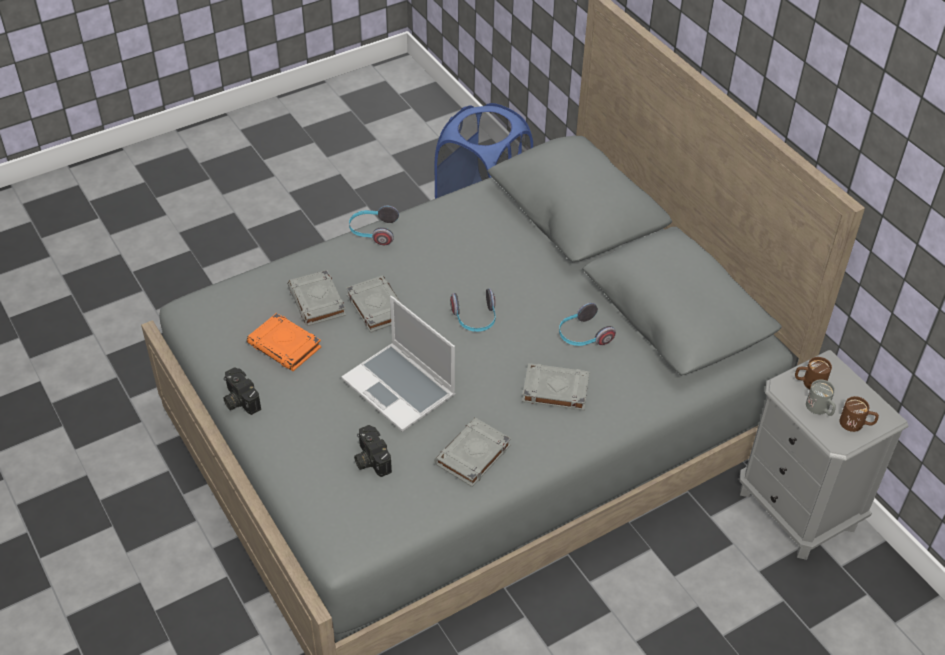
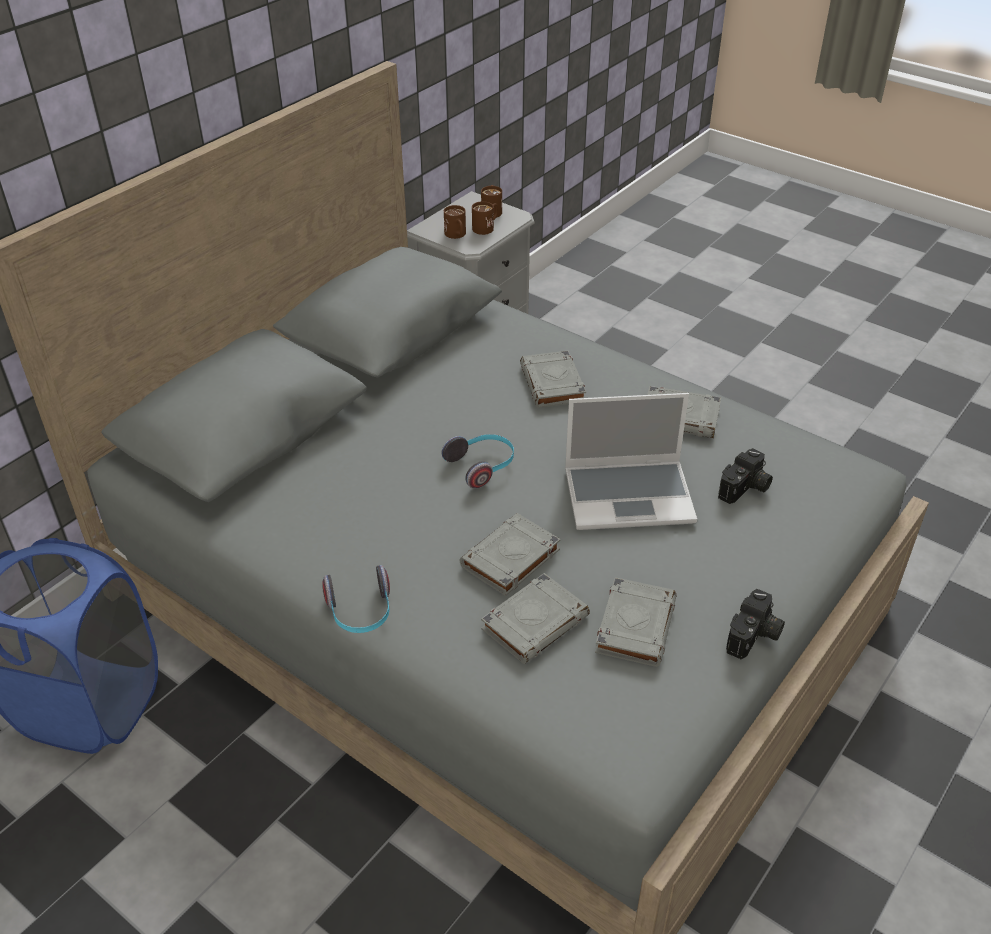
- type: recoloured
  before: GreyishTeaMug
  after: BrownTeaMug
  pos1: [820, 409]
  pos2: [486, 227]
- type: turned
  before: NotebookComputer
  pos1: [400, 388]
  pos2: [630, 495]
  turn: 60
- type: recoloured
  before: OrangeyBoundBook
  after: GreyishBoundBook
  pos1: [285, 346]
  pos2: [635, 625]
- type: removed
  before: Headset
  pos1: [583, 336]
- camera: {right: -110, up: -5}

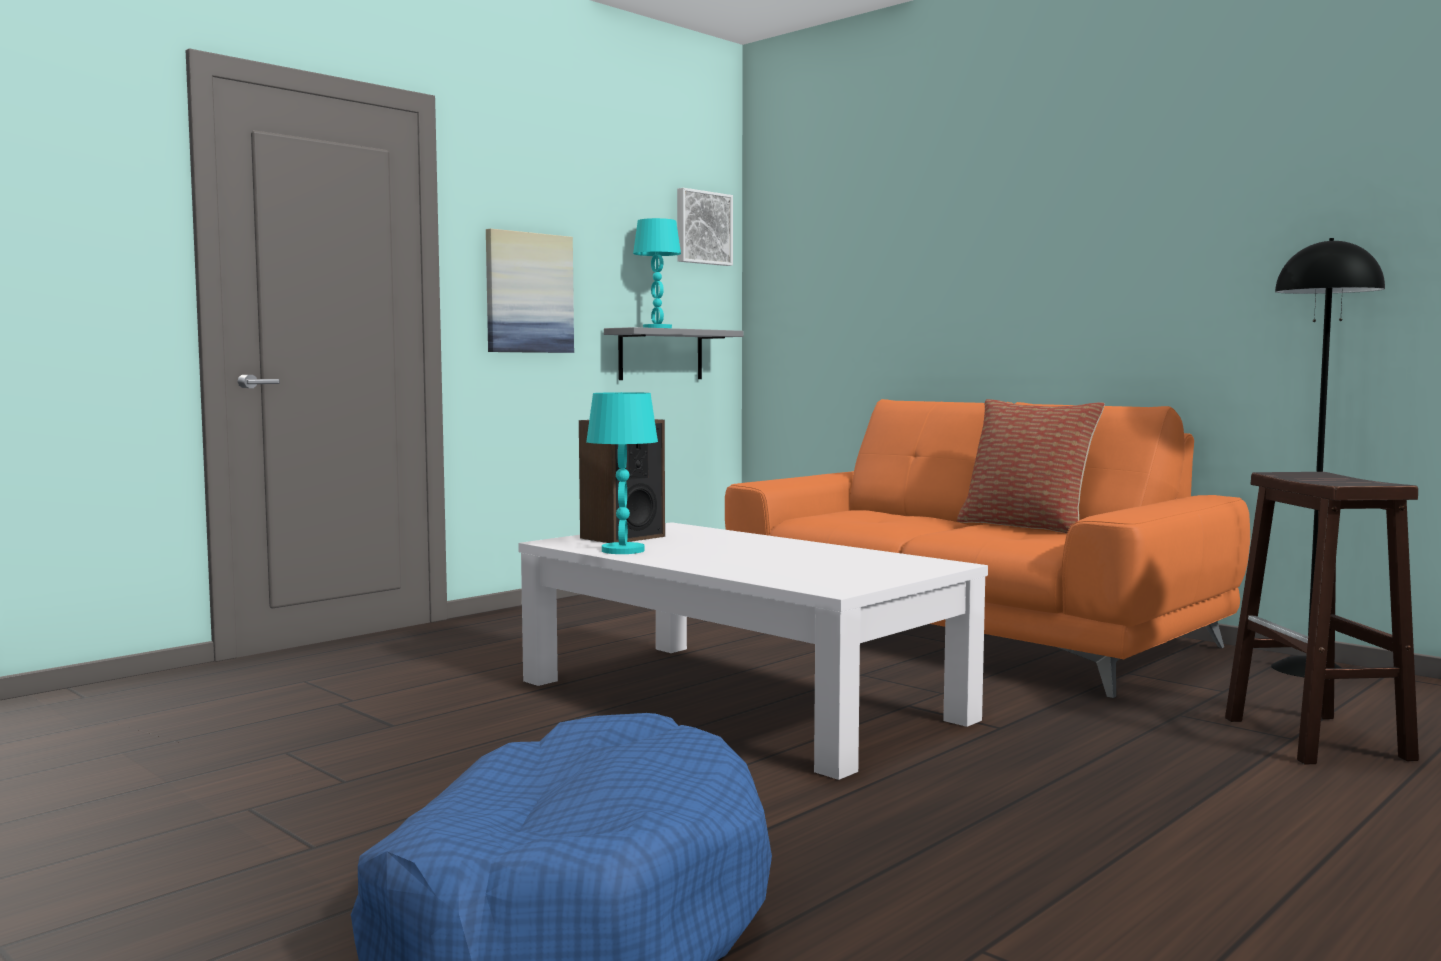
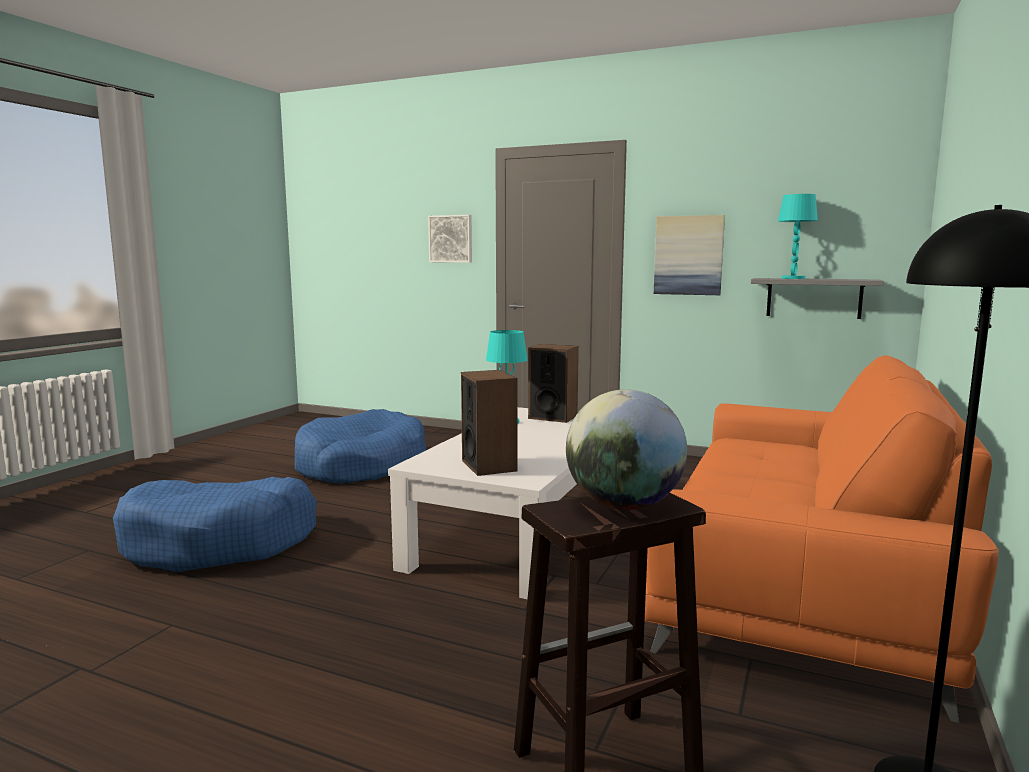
- type: added
  after: BluishDogCushion
  pos2: [361, 465]
- type: moved
  before: Picture
  pos1: [702, 228]
  pos2: [451, 239]
- type: added
  after: Speaker
  pos2: [489, 465]
- type: added
  after: WorldGlobe
  pos2: [623, 506]
- type: removed
  before: Cushion
  pos1: [1027, 526]
- camera: {right: 70, up: 5}

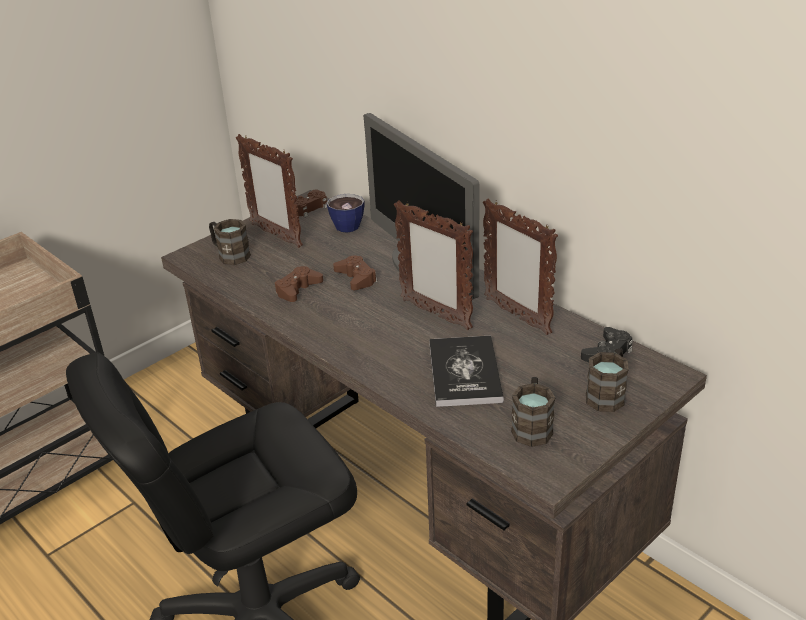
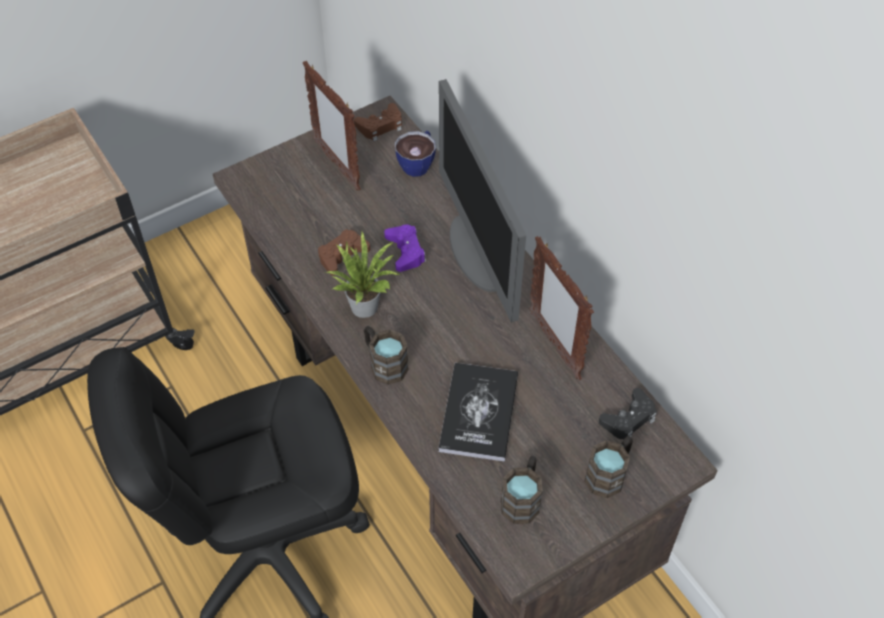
- type: added
  after: PlantInAPot
  pos2: [365, 304]
- type: moved
  before: BrownTeaMug
  pos1: [230, 255]
  pos2: [384, 363]
- type: recoloured
  before: BrownJoypad
  after: PurplishJoypad
  pos1: [356, 278]
  pos2: [405, 251]
- type: removed
  before: PictureFrame
  pos1: [435, 314]
- camera: {right: 10, up: 20}

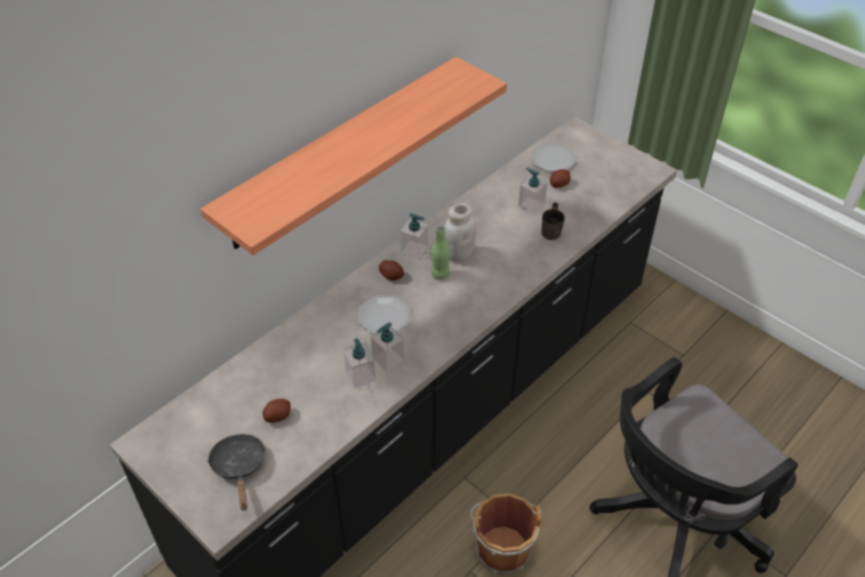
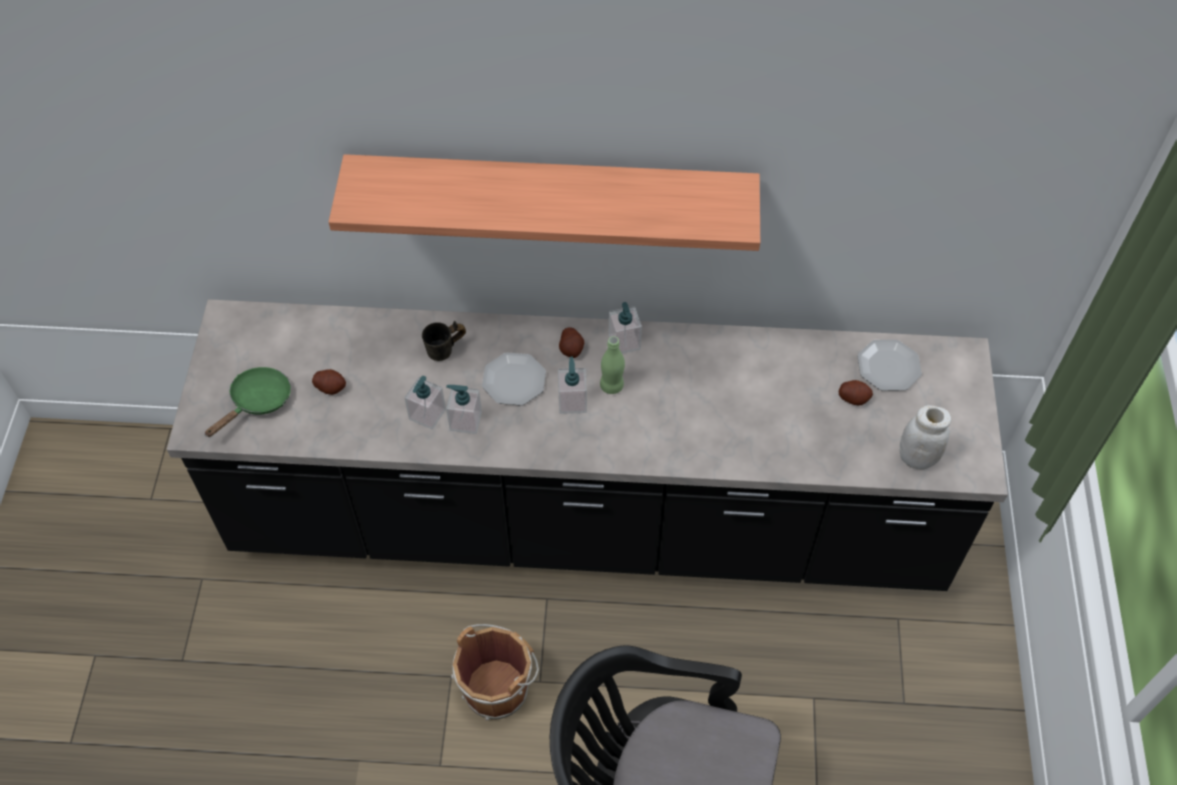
- type: recoloured
  before: BlackSkillet
  after: GreenishSkillet
  pos1: [239, 467]
  pos2: [257, 402]
- type: moved
  before: GreyishTeaMug
  pos1: [553, 232]
  pos2: [446, 352]
- type: moved
  before: LiquidSoapBottle
  pos1: [531, 206]
  pos2: [572, 402]
- type: moved
  before: WhiteColouredPreserveJar
  pos1: [458, 254]
  pos2: [917, 458]
- camera: {right: 50, up: 10}

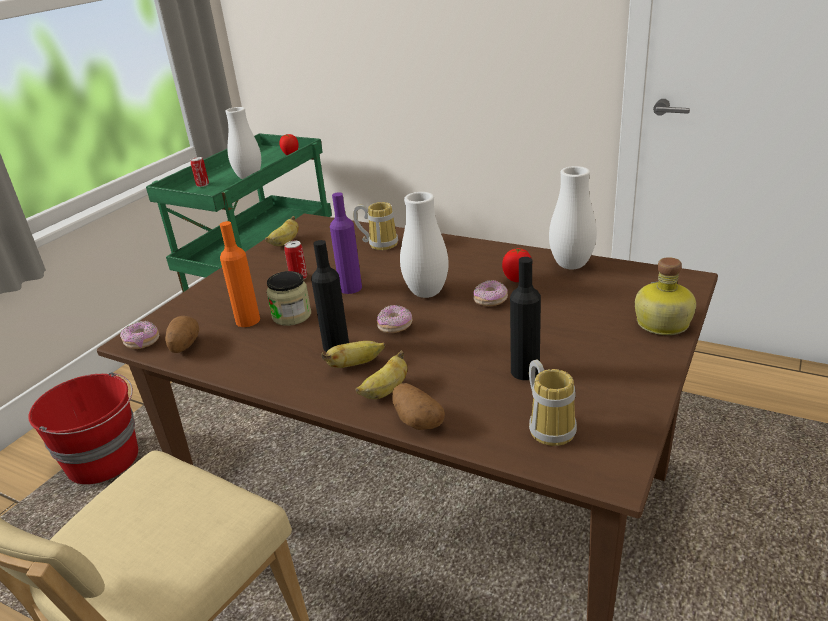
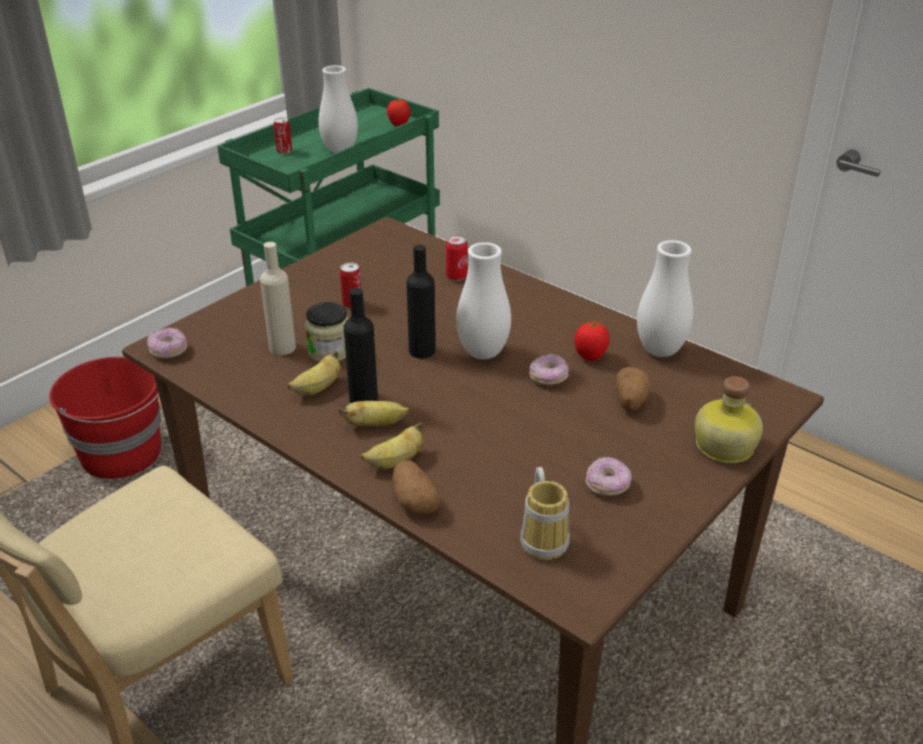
- type: recoloured
  before: OrangeyBottle
  after: BeigeBottle
  pos1: [248, 320]
  pos2: [282, 347]
- type: moved
  before: Banana
  pos1: [285, 242]
  pos2: [317, 388]
- type: moved
  before: BlackBottle
  pos1: [525, 371]
  pos2: [422, 350]
- type: replaced
  before: TeaMug
  after: MetalCan
  pos1: [380, 243]
  pos2: [456, 276]
- type: moved
  before: RingDoughnut
  pos1: [395, 327]
  pos2: [607, 485]
- type: moved
  before: Spud
  pos1: [184, 346]
  pos2: [630, 402]
- type: removed
  before: PurplishBottle
  pos1: [350, 288]
- camera: {right: 10, up: 5}

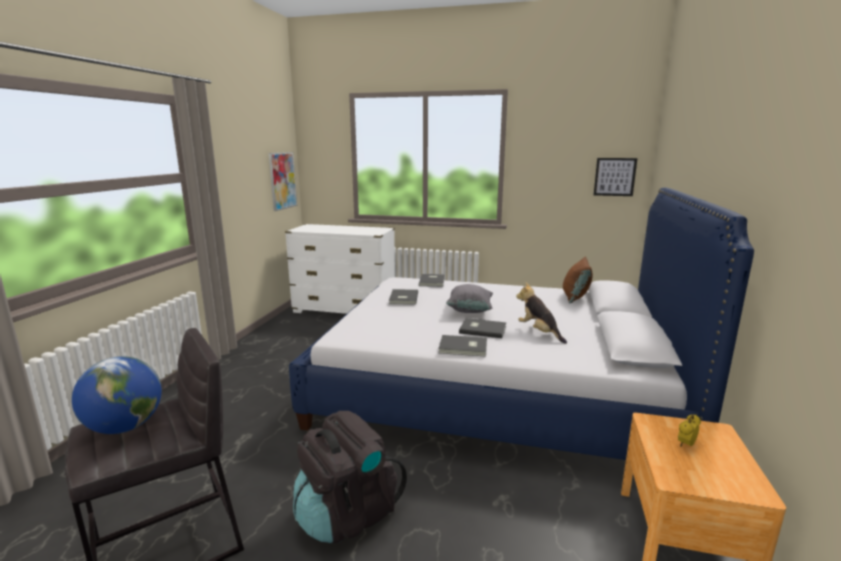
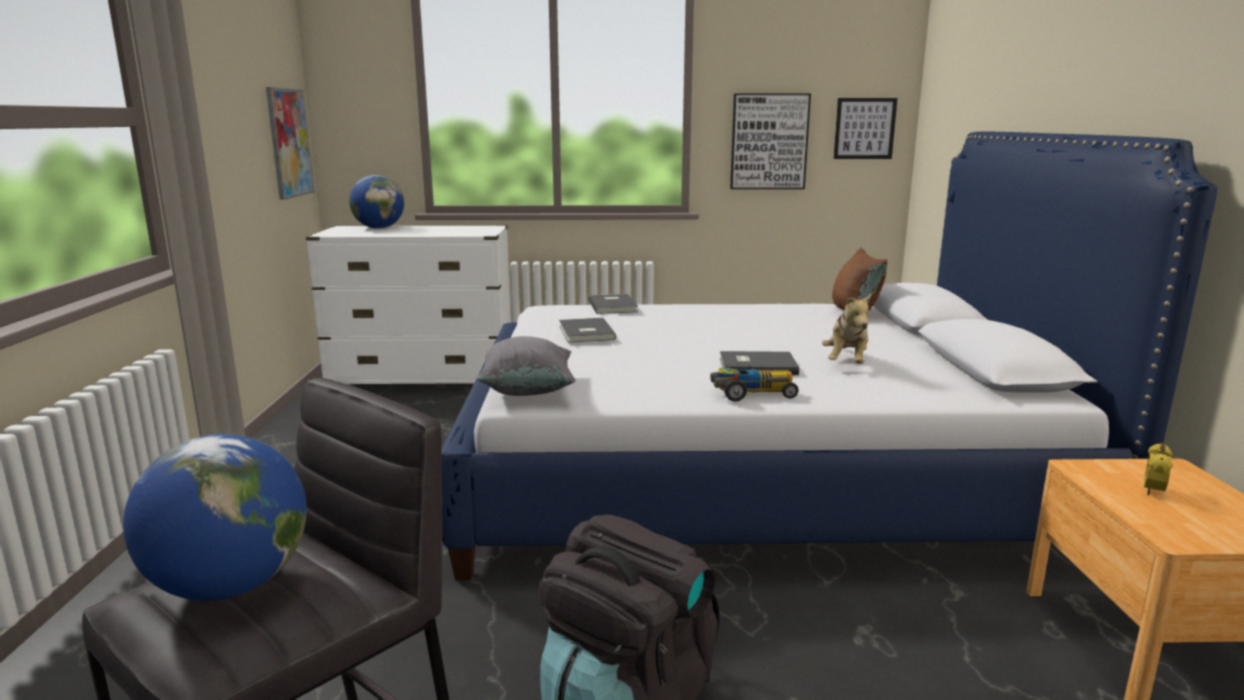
- type: added
  after: WorldGlobe
  pos2: [379, 228]
- type: moved
  before: GreyishCushion
  pos1: [470, 310]
  pos2: [528, 391]
- type: replaced
  before: GreyishBoundBook
  after: ModelCar
  pos1: [463, 348]
  pos2: [751, 393]
- type: added
  after: Picture
  pos2: [769, 141]
- type: turned
  before: PlushToy
  pos1: [539, 332]
  pos2: [846, 362]
  turn: -120
- camera: {right: -15, up: 0}

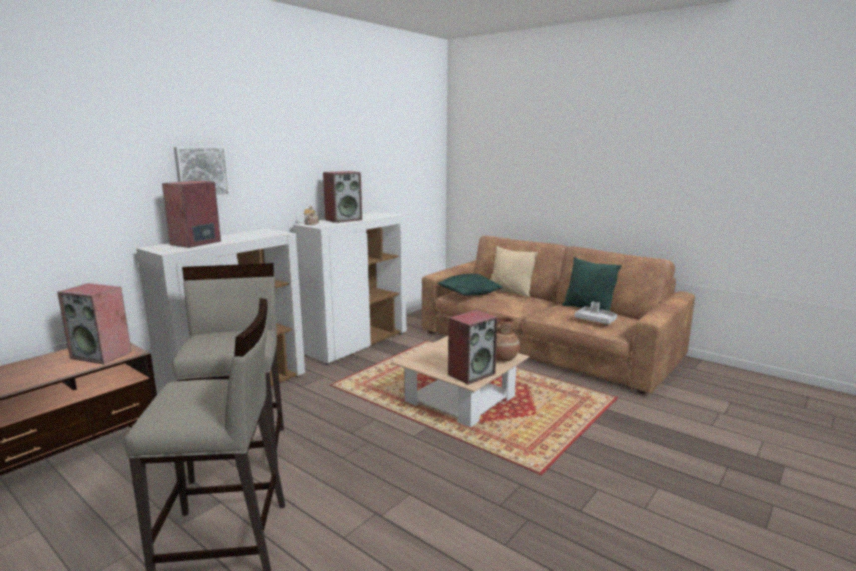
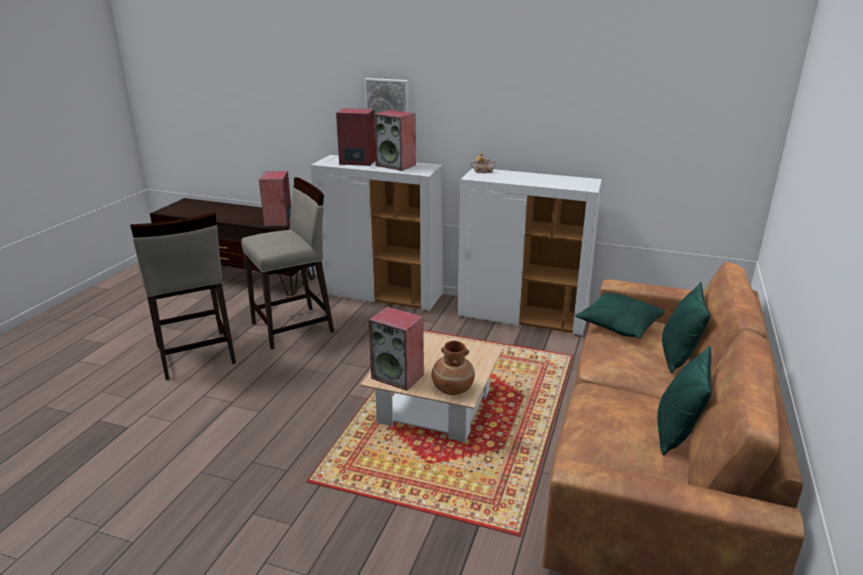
- type: moved
  before: Speaker
  pos1: [344, 220]
  pos2: [396, 165]
- type: recoloured
  before: BeigeCushion
  after: GreenishCushion
  pos1: [510, 293]
  pos2: [677, 356]
- type: removed
  before: GreyishServingTray
  pos1: [595, 320]
- camera: {right: 70, up: 10}

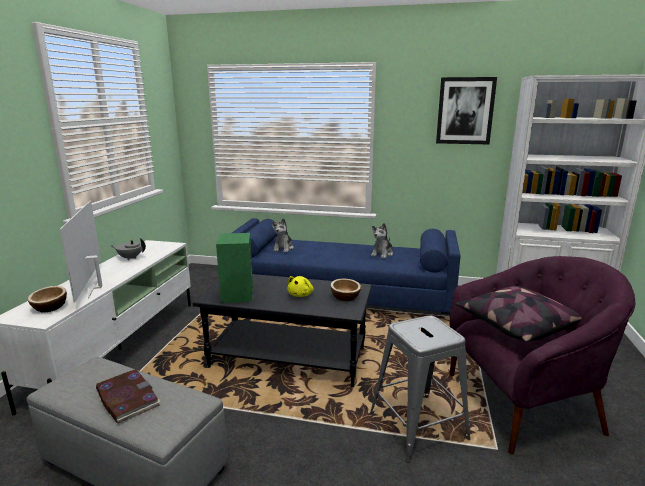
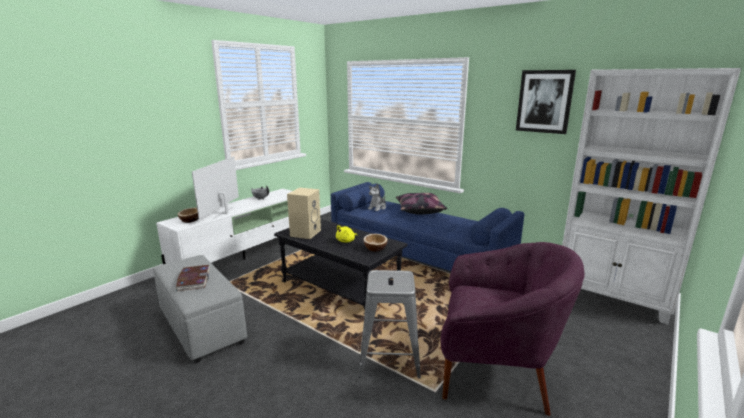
- type: recoloured
  before: GreenishSpeaker
  after: BeigeSpeaker
  pos1: [236, 294]
  pos2: [305, 233]
- type: moved
  before: Cushion
  pos1: [514, 326]
  pos2: [419, 210]
- type: removed
  before: PlushToy
  pos1: [382, 254]
- camera: {right: 25, up: 0}

